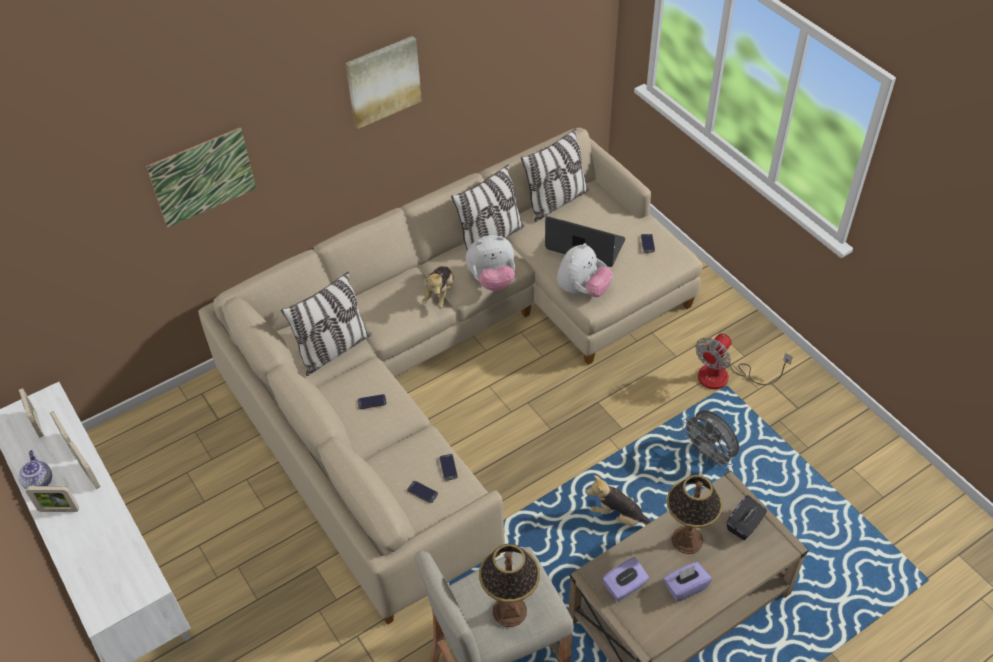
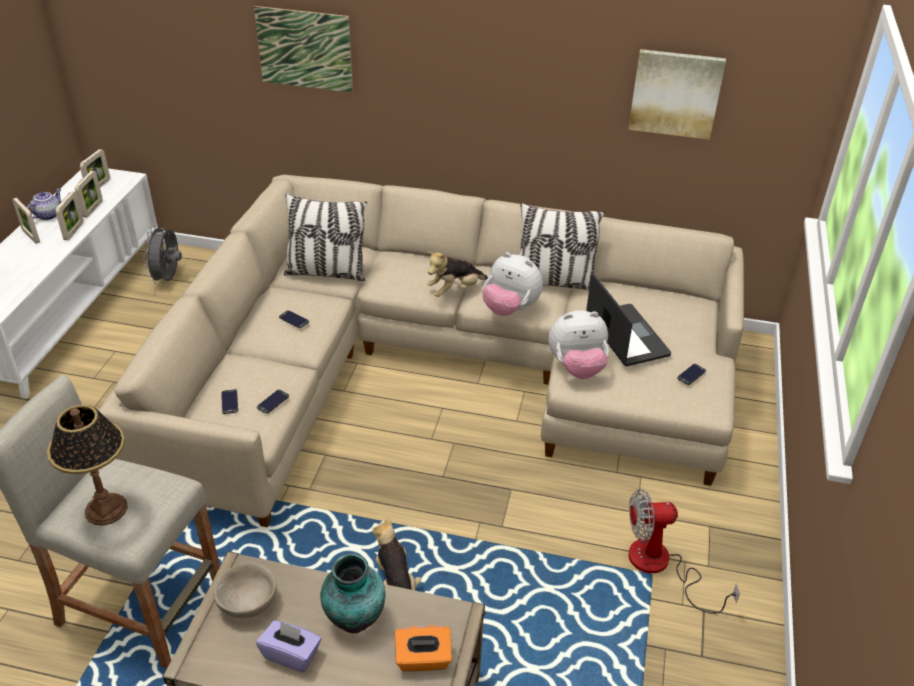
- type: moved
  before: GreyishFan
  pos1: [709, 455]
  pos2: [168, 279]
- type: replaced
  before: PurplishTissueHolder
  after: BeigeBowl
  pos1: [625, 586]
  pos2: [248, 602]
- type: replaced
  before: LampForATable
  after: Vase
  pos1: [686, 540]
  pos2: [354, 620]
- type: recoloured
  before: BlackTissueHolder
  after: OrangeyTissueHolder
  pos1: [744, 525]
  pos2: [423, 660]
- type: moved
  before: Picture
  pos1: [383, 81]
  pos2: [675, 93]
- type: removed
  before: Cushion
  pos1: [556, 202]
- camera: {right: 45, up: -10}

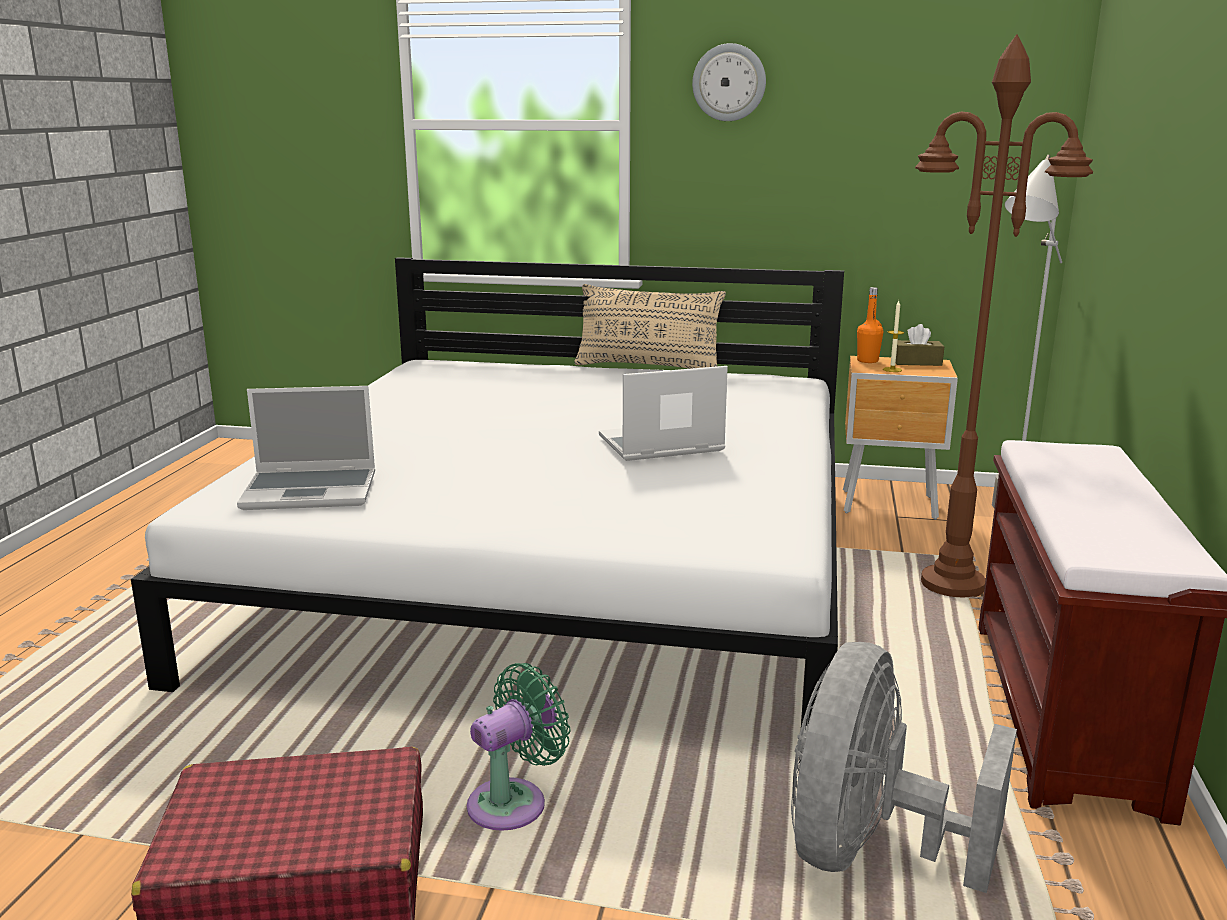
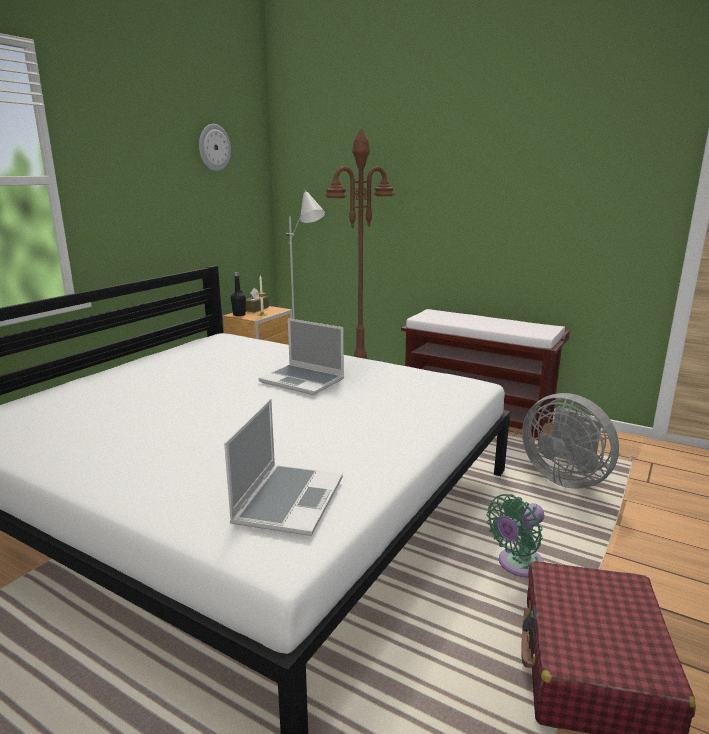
- type: moved
  before: ClockOnTheWall
  pos1: [729, 82]
  pos2: [214, 147]
- type: recoloured
  before: OrangeyBottle
  after: BlackBottle
  pos1: [867, 361]
  pos2: [239, 315]
- type: turned
  before: NotebookComputer
  pos1: [660, 445]
  pos2: [303, 381]
  turn: -60
- type: turned
  before: GreenishFan
  pos1: [514, 802]
  pos2: [517, 565]
  turn: -105
- type: removed
  before: BeigeCushion
  pos1: [648, 367]
- camera: {right: -70, up: 0}

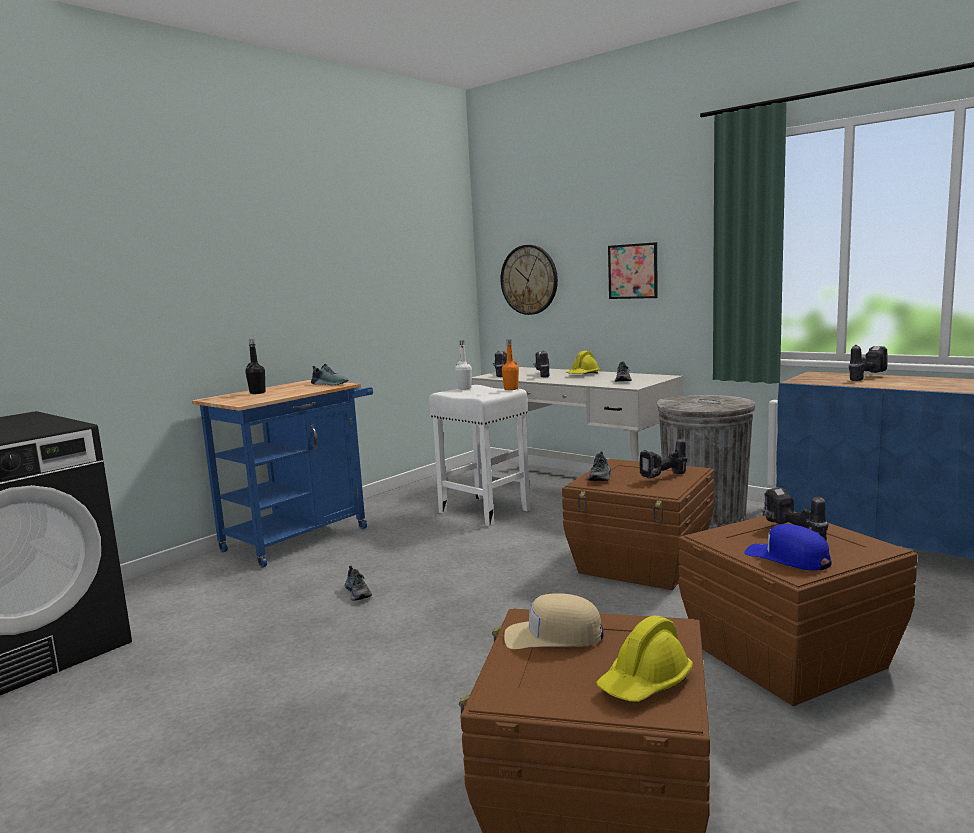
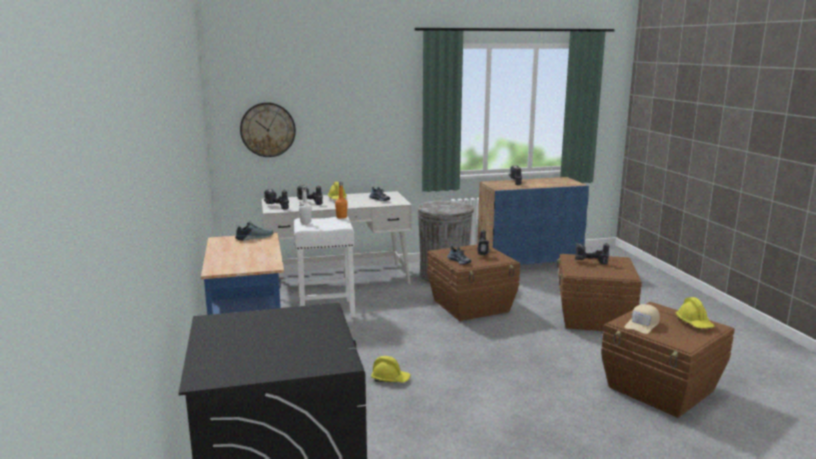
- type: replaced
  before: Shoe
  after: YellowColouredSafetyHelmet
  pos1: [358, 593]
  pos2: [390, 379]
- type: removed
  before: BlackBottle
  pos1: [257, 393]
- type: removed
  before: Picture
  pos1: [633, 271]
- type: removed
  before: BluishBaseballCap
  pos1: [787, 558]
- camera: {right: -55, up: 5}

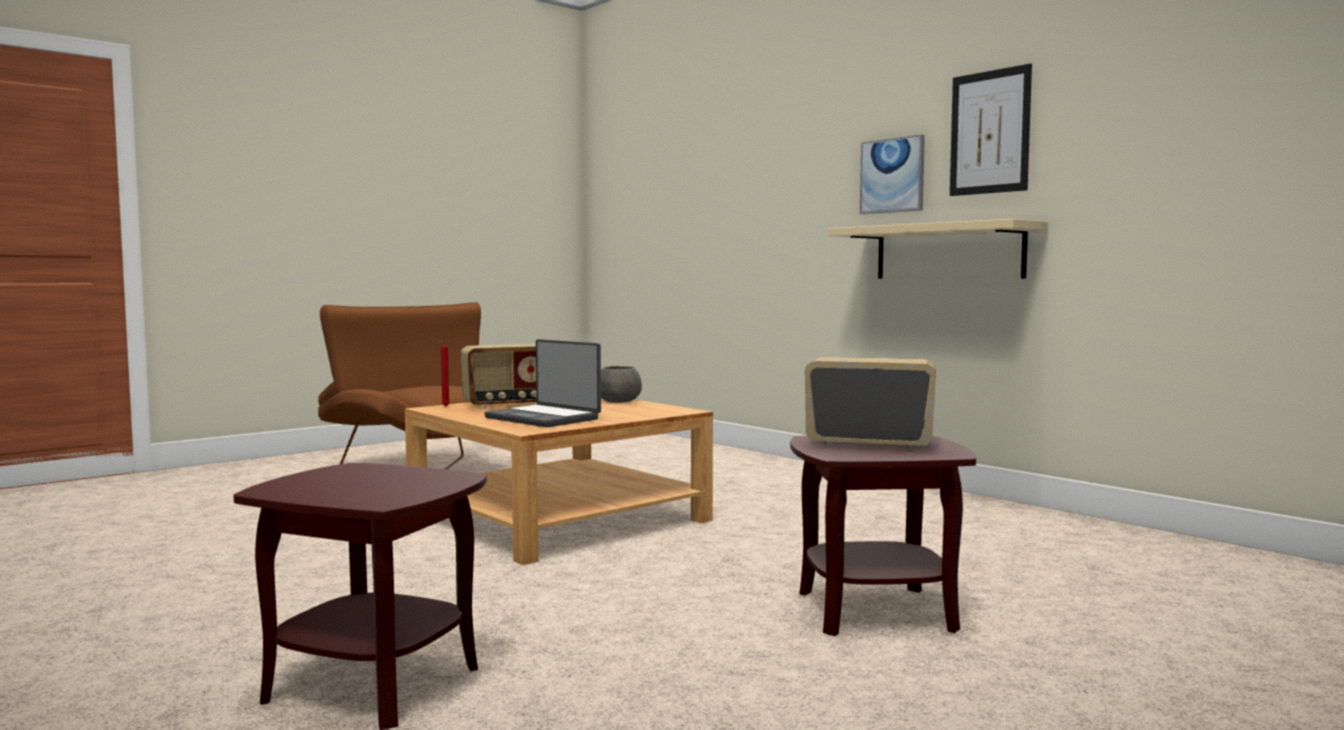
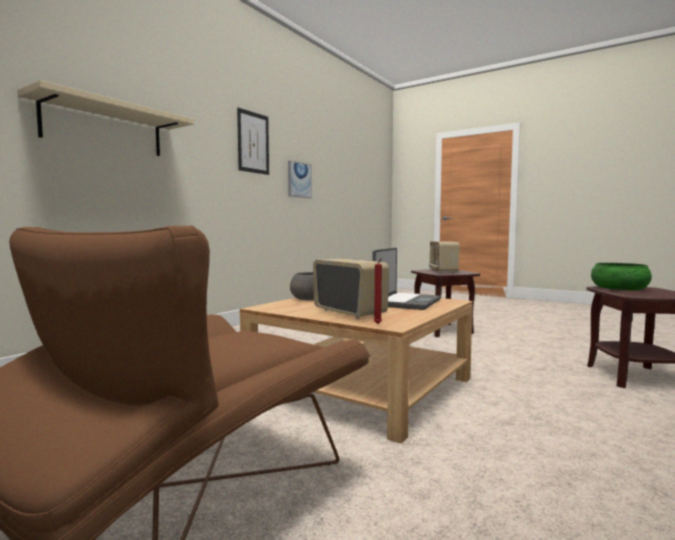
- type: moved
  before: BeigeBracketShelf
  pos1: [948, 252]
  pos2: [104, 128]
- type: moved
  before: Picture
  pos1: [892, 175]
  pos2: [299, 180]
- type: added
  after: GreenishBowl
  pos2: [619, 289]
- camera: {right: -105, up: 0}

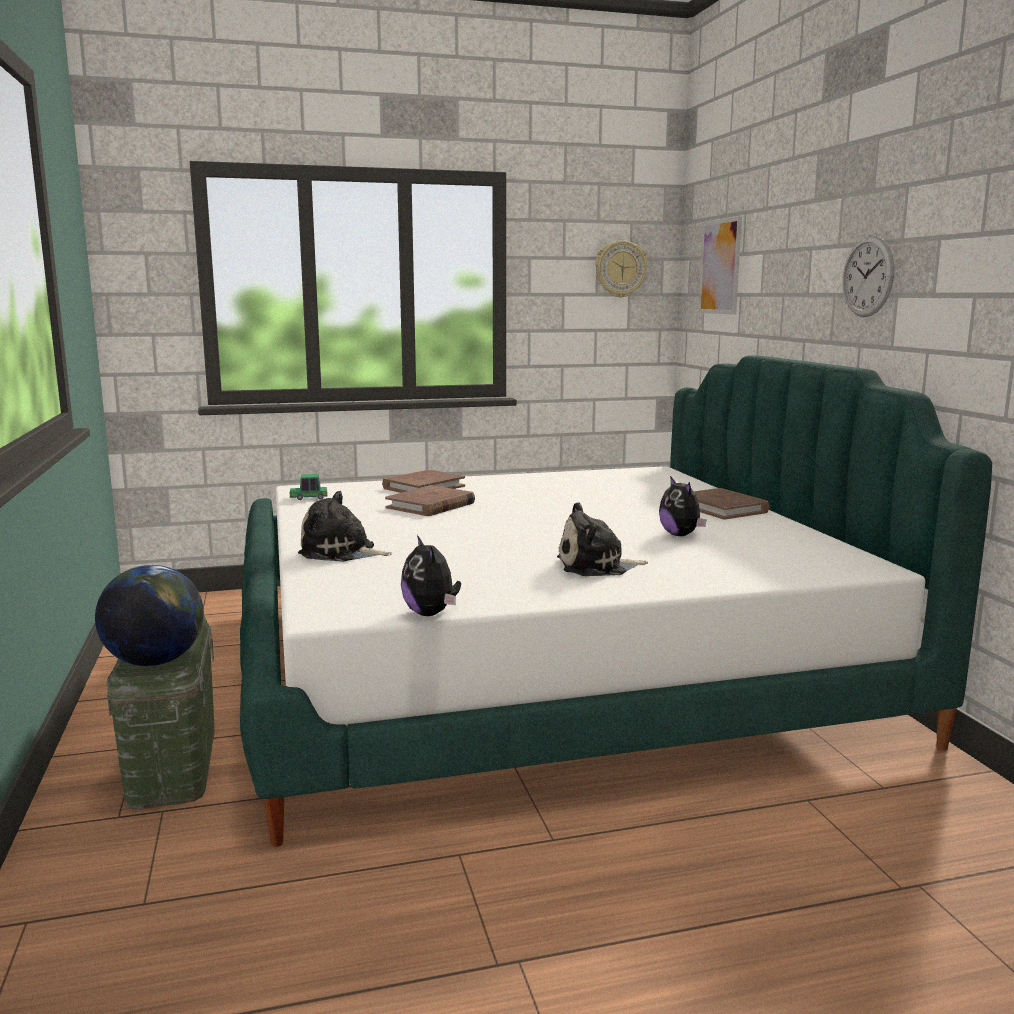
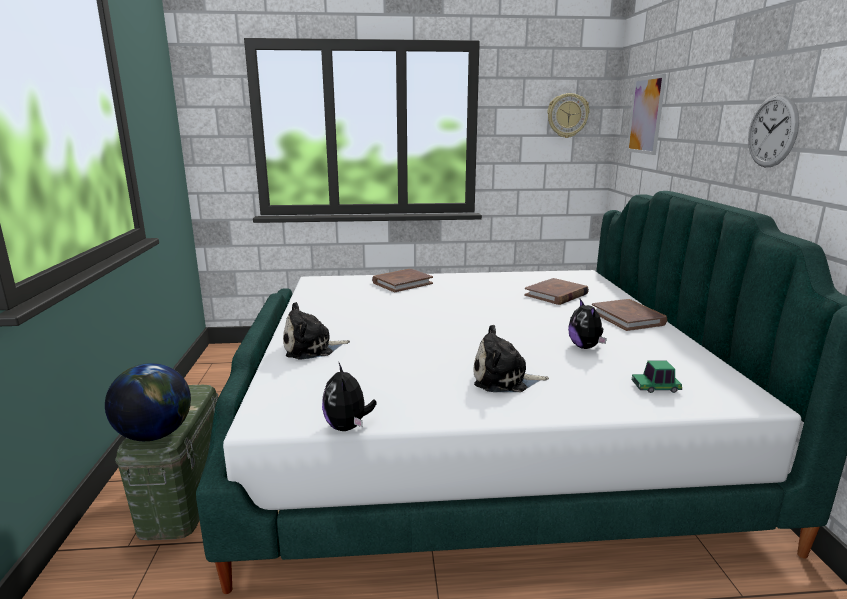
- type: turned
  before: PlushToy
  pos1: [341, 552]
  pos2: [311, 348]
  turn: -45
- type: moved
  before: BrownBoundBook
  pos1: [431, 505]
  pos2: [556, 294]
- type: moved
  before: ModelCar
  pos1: [309, 497]
  pos2: [655, 387]
- camera: {right: 10, up: 5}

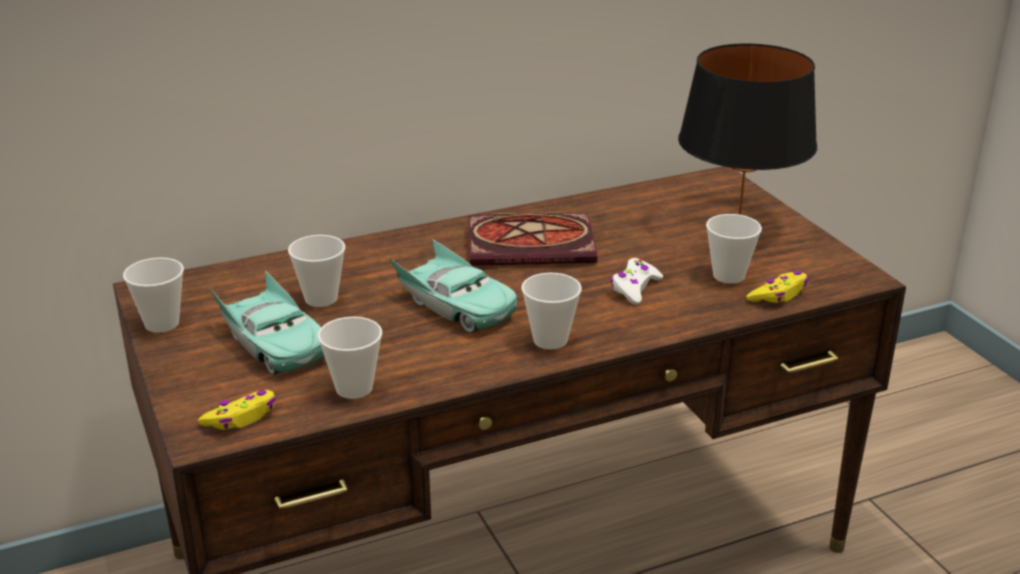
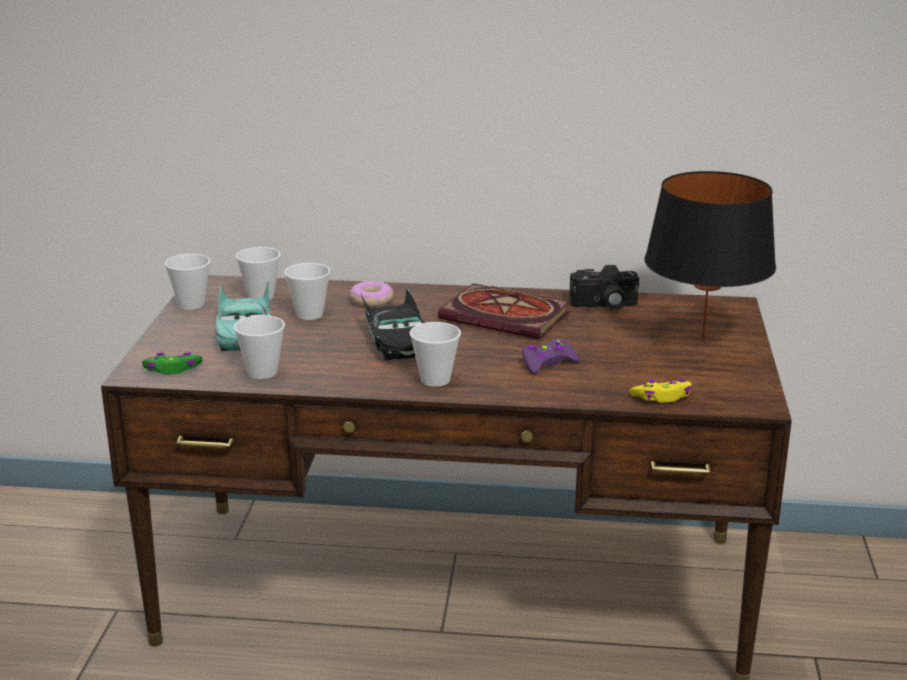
- type: recoloured
  before: YellowColouredJoypad
  after: GreenishJoypad
  pos1: [241, 418]
  pos2: [173, 370]
- type: moved
  before: Cup
  pos1: [728, 276]
  pos2: [260, 297]
- type: added
  after: RingDoughnut
  pos2: [371, 300]
- type: recoloured
  before: BlueGreenModelCar
  after: BlackModelCar
  pos1: [455, 305]
  pos2: [396, 341]
- type: recoloured
  before: WhiteColouredJoypad
  after: PurplishJoypad
  pos1: [635, 288]
  pos2: [547, 363]
- type: added
  after: PhotoCamera
  pos2: [604, 305]
- camera: {right: 30, up: -5}

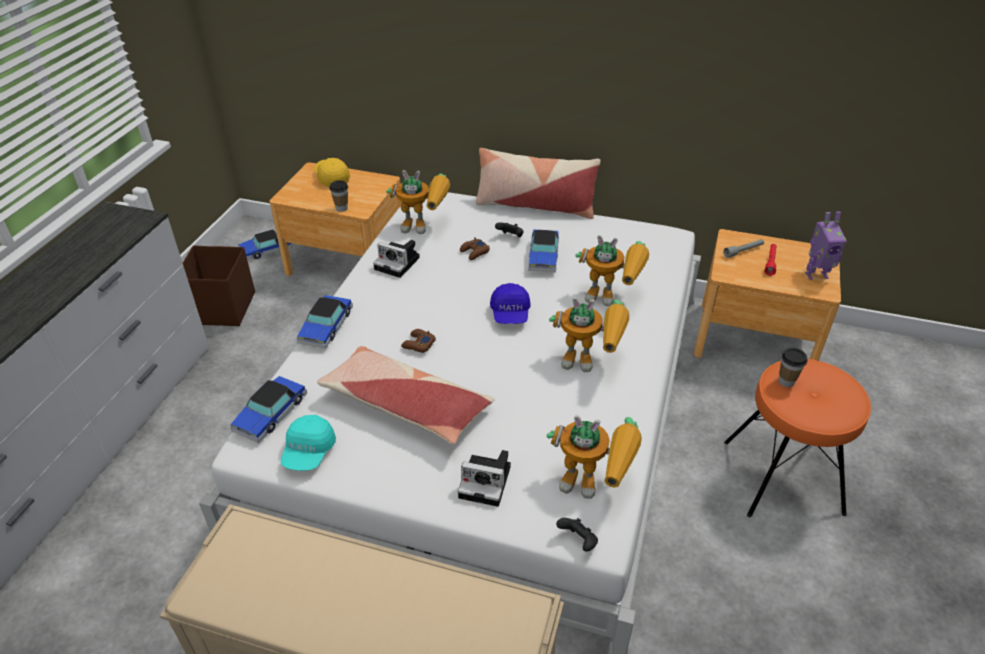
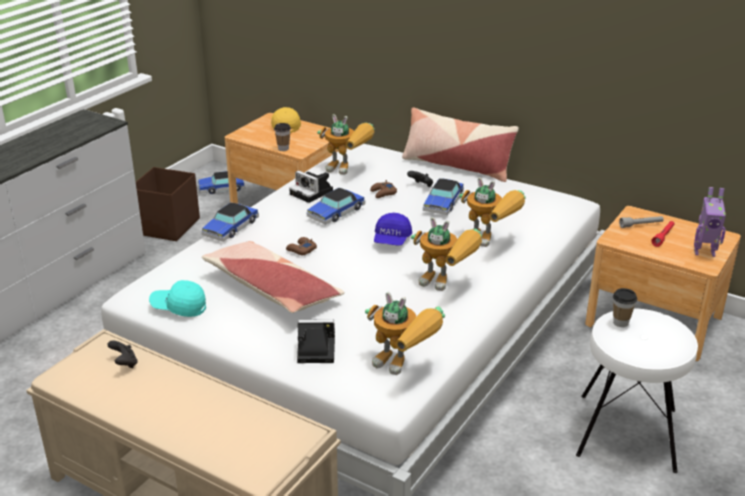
- type: moved
  before: BlackJoypad
  pos1: [578, 541]
  pos2: [124, 363]
- type: turned
  before: BlueGreenBaseballCap
  pos1: [309, 452]
  pos2: [179, 307]
  turn: 75
- type: turned
  before: PhotoCamera
  pos1: [487, 481]
  pos2: [314, 349]
  turn: 150
- type: moved
  before: ModelCar
  pos1: [271, 414]
  pos2: [336, 213]
- type: recoloured
  before: OrangeyStool
  after: WhiteColouredStool
  pos1: [783, 477]
  pos2: [627, 432]
- camera: {right: 15, up: -10}

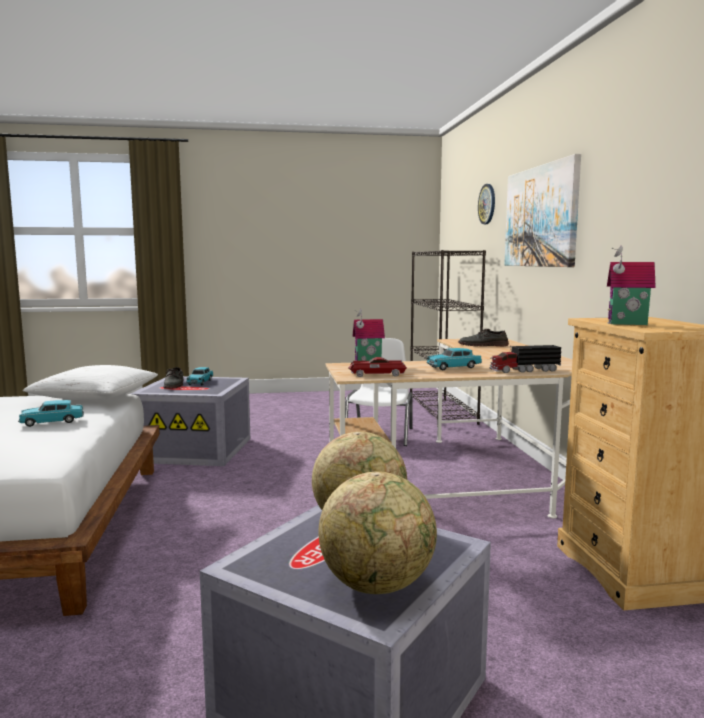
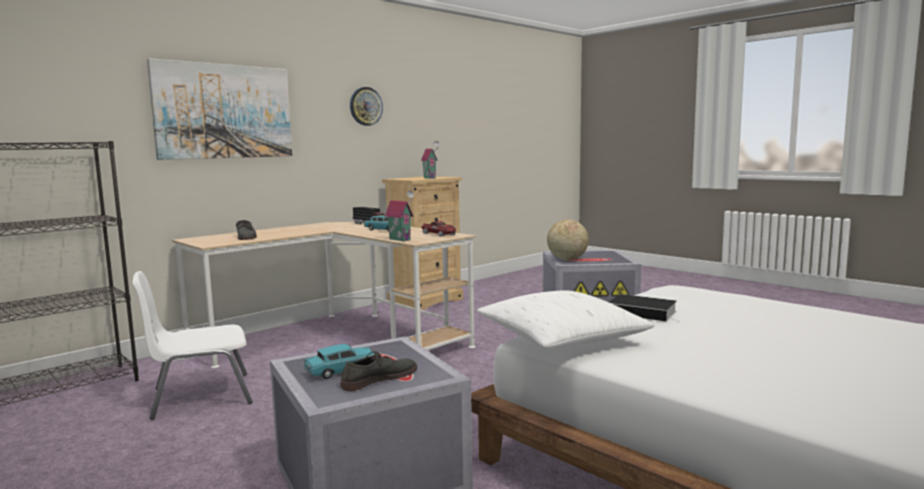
- type: moved
  before: ClockOnTheWall
  pos1: [487, 204]
  pos2: [365, 106]
- type: replaced
  before: BlueGreenModelCar
  after: BoundBook
  pos1: [52, 422]
  pos2: [644, 312]
- type: removed
  before: WorldGlobe
  pos1: [377, 585]
- camera: {right: -125, up: 0}

